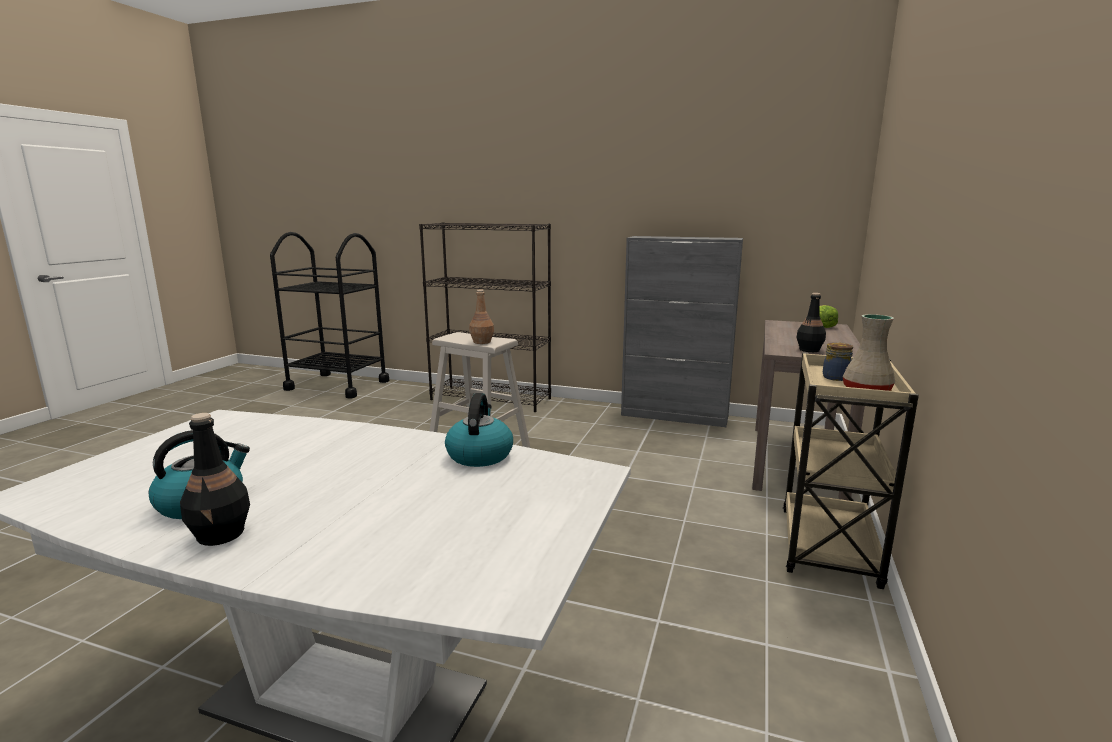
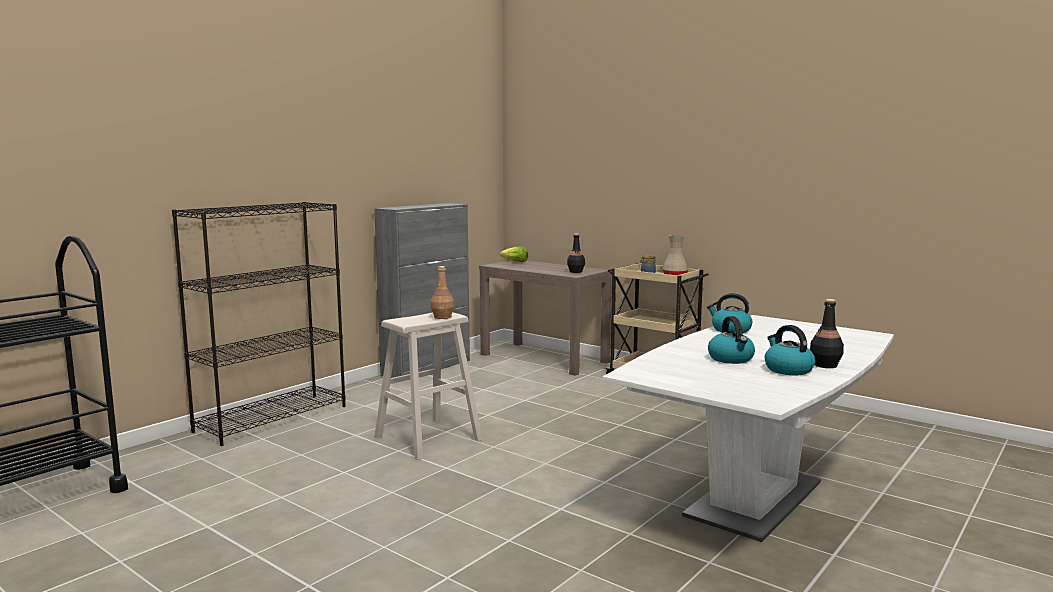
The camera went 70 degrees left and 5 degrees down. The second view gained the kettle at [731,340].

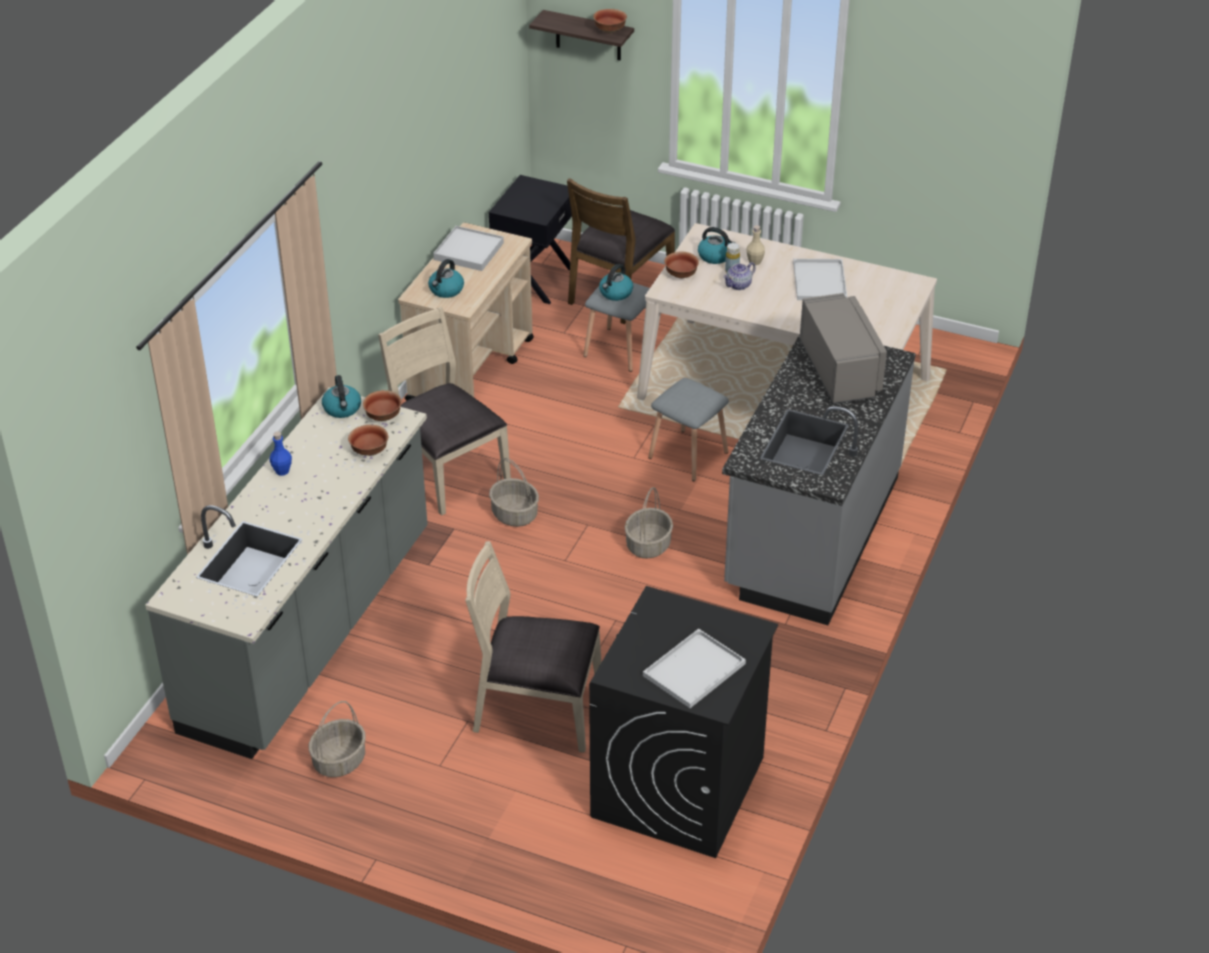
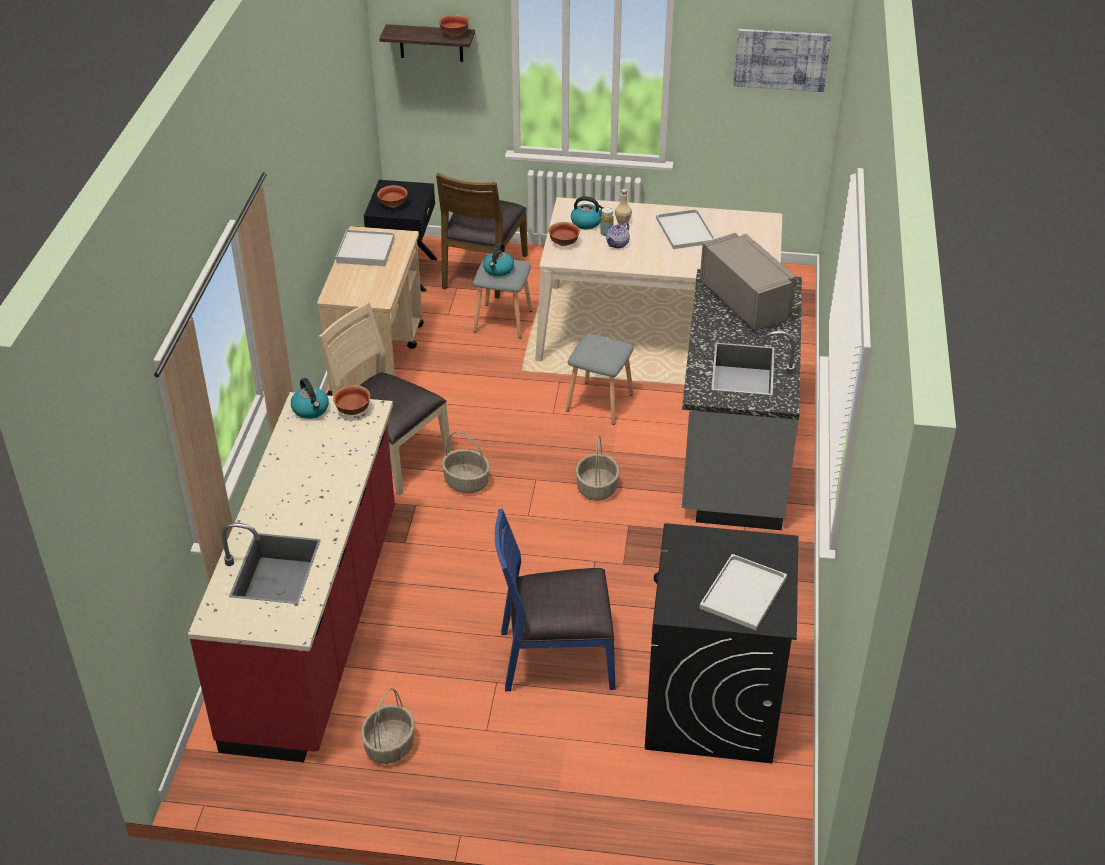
The camera went 15 degrees left and 0 degrees up. What was the counter in grey at [286,573] turned into the counter in red at [291,577]. The bowl ended up elsewhere, having gone from [368,440] to [392,196]. What was the chair in beige at [533,647] turned into the chair in blue at [555,600]. The second view gained the picture at [782,60]. The second view lost the bottle in blue at [281,454]. The second view lost the kettle at [446,278].

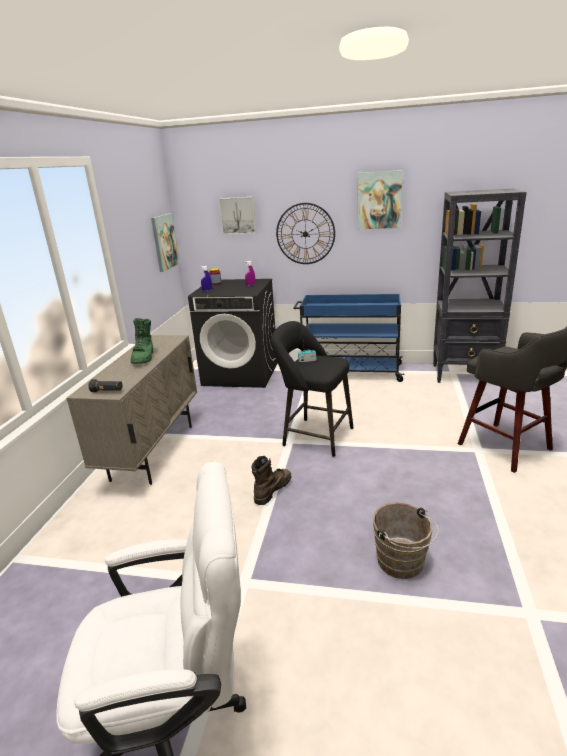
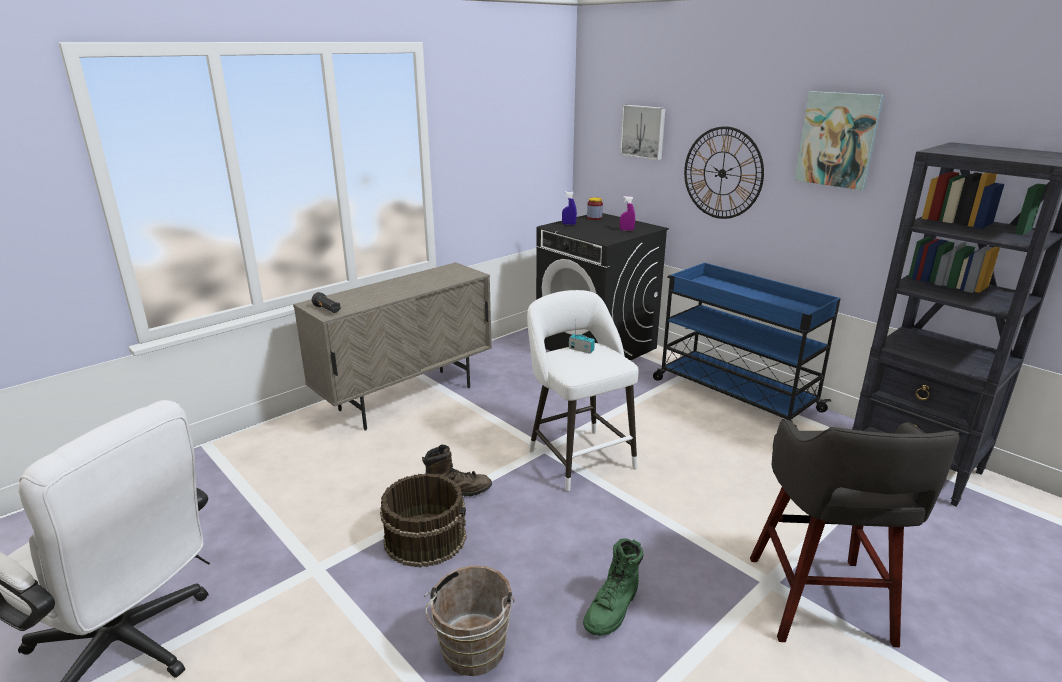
The camera went 35 degrees right and 0 degrees up. The second view gained the bucket in brown at [423,520]. What was the stool in black at [312,389] turned into the stool in white at [583,391]. The boot in green ended up elsewhere, having gone from [141,341] to [613,587]. The second view lost the picture at [165,242].

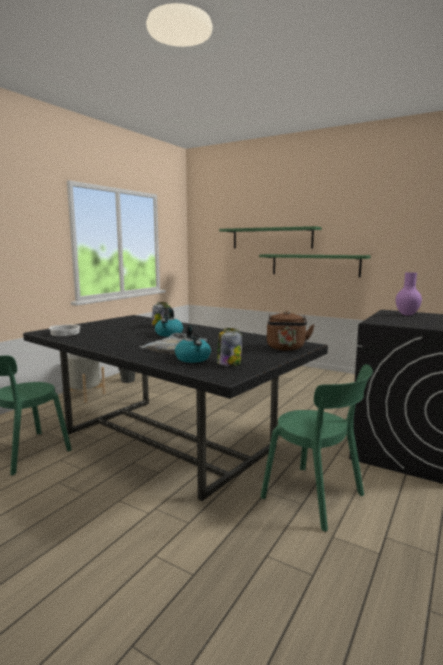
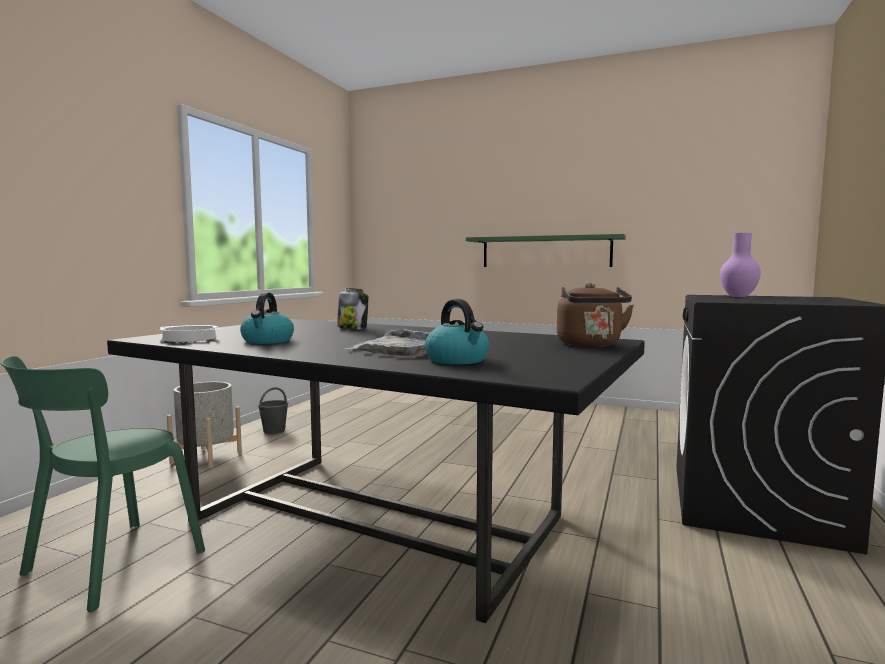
The camera went 10 degrees left and 5 degrees down. The kettle ended up elsewhere, having gone from [169,322] to [267,318]. The second view lost the jar at [229,347]. The second view lost the shelf in green at [270,237]. The second view lost the chair in green at [317,448].

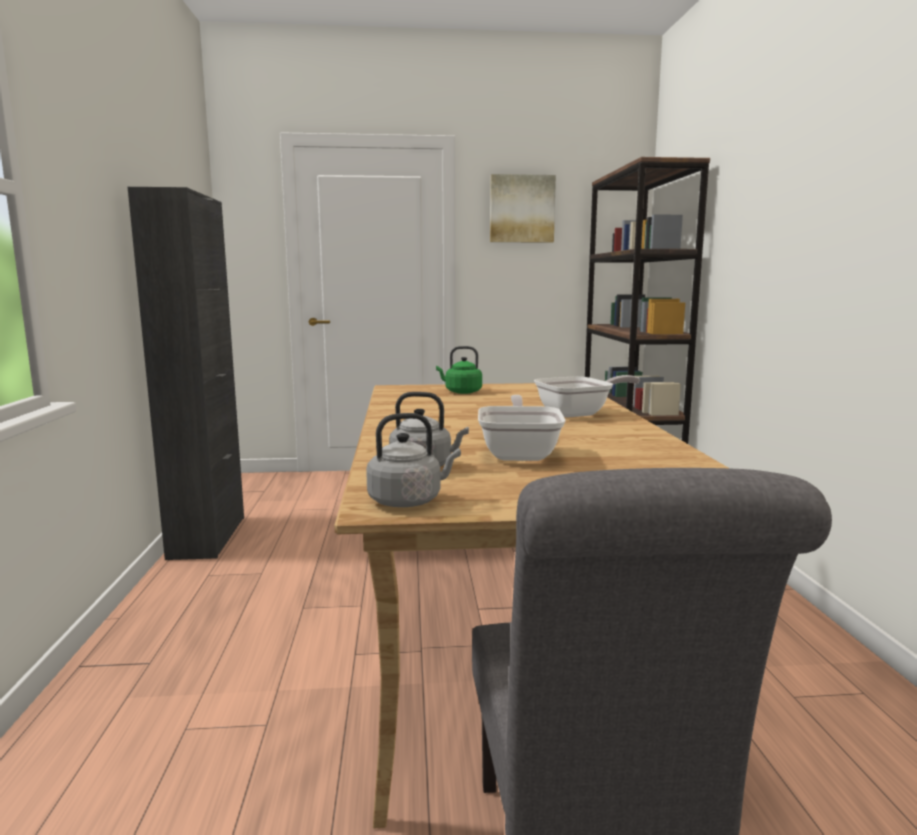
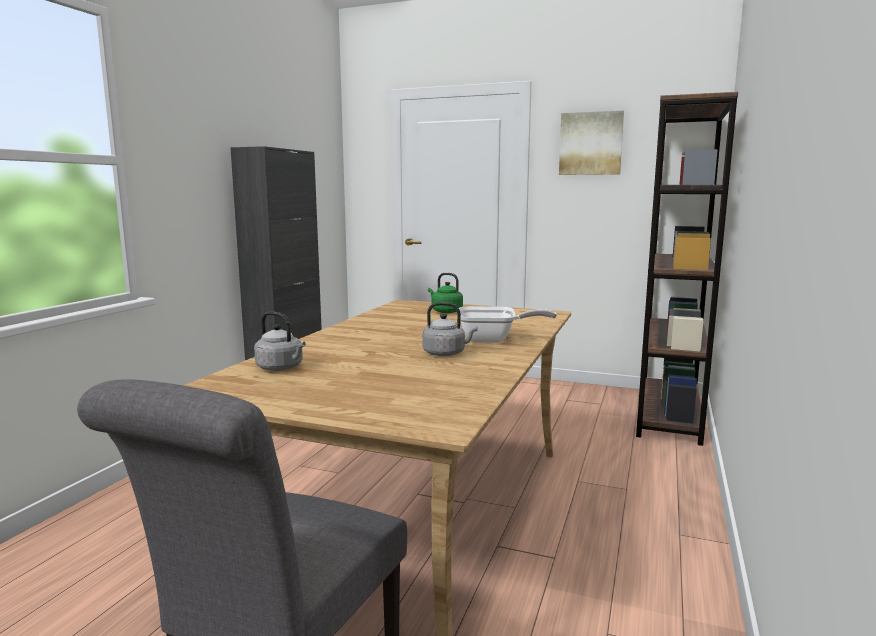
The camera went 25 degrees right and 0 degrees up. The kettle in grey ended up elsewhere, having gone from [413,460] to [449,329]. The second view lost the frying pan at [522,428].

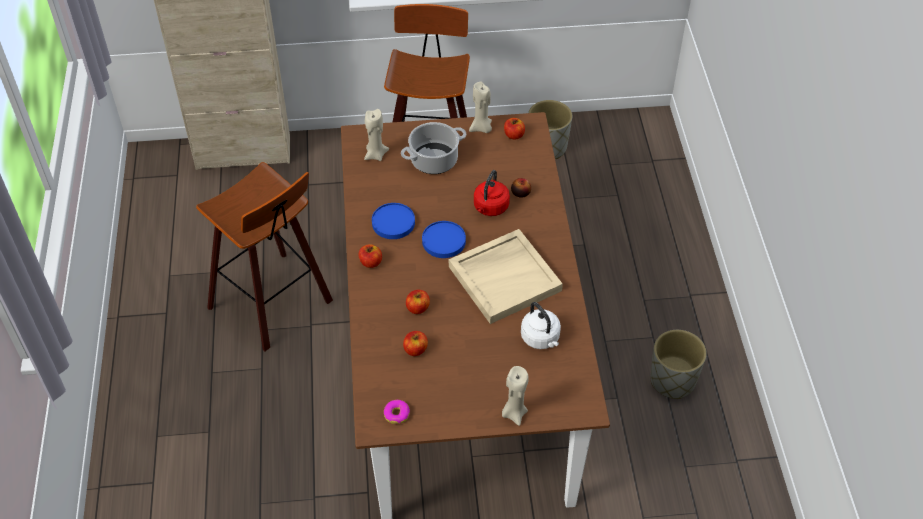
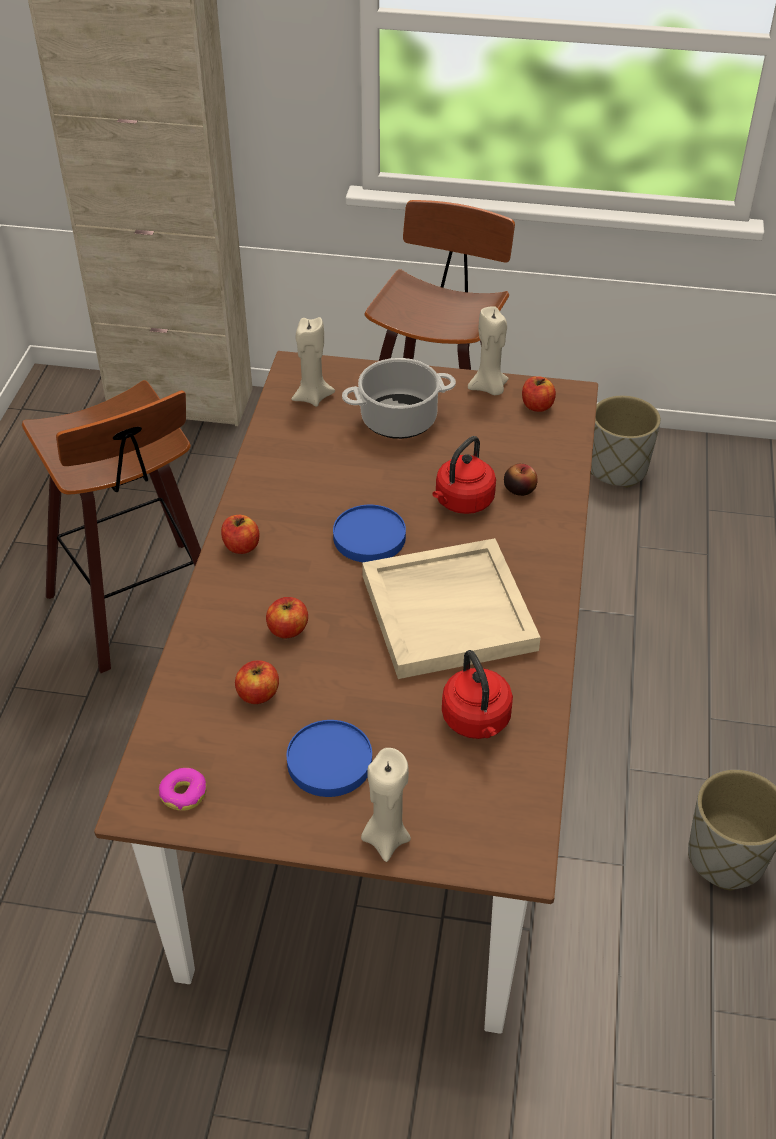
The camera went 15 degrees right and 5 degrees down. The plate in blue ended up elsewhere, having gone from [393,221] to [329,758]. What was the kettle in white at [541,325] turned into the kettle in red at [477,694].

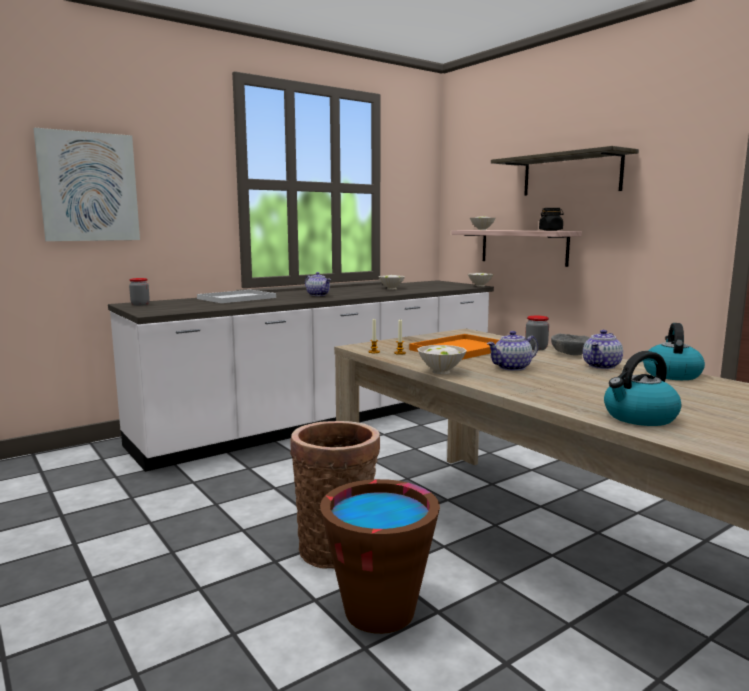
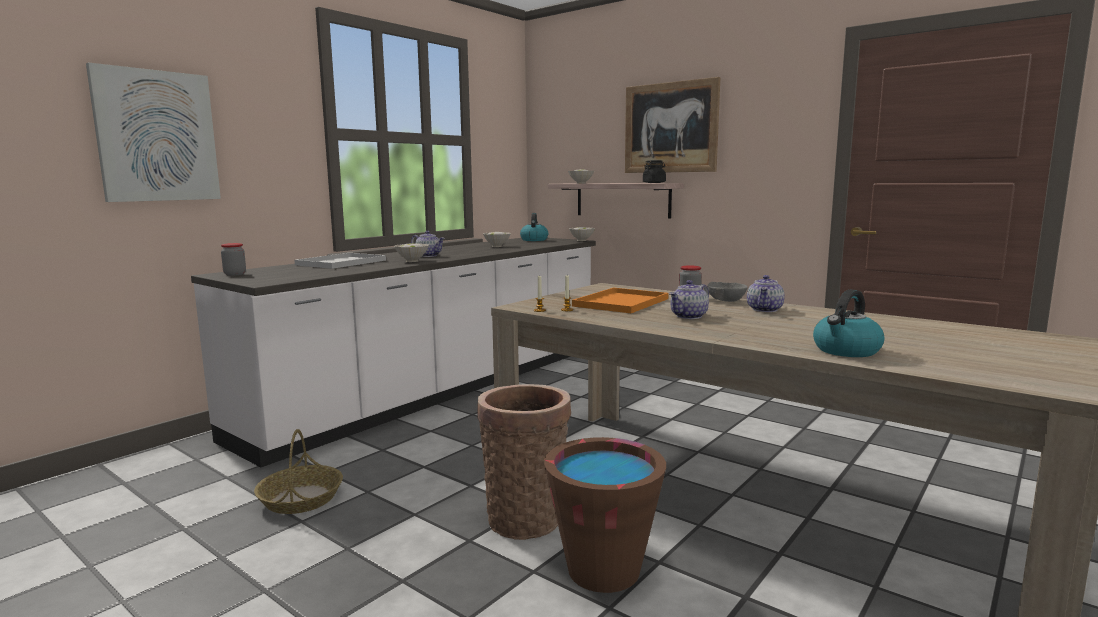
The camera went 15 degrees left and 0 degrees up. The second view gained the basket at [298,471]. The bowl in white ended up elsewhere, having gone from [442,359] to [411,252]. The kettle ended up elsewhere, having gone from [674,351] to [534,227]. Where the shelf hung at [565,171], the picture came to hang at [672,125].

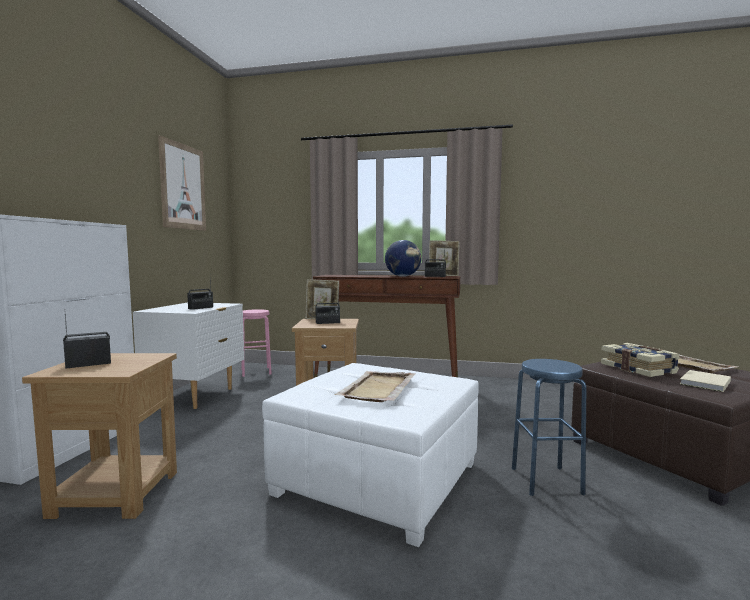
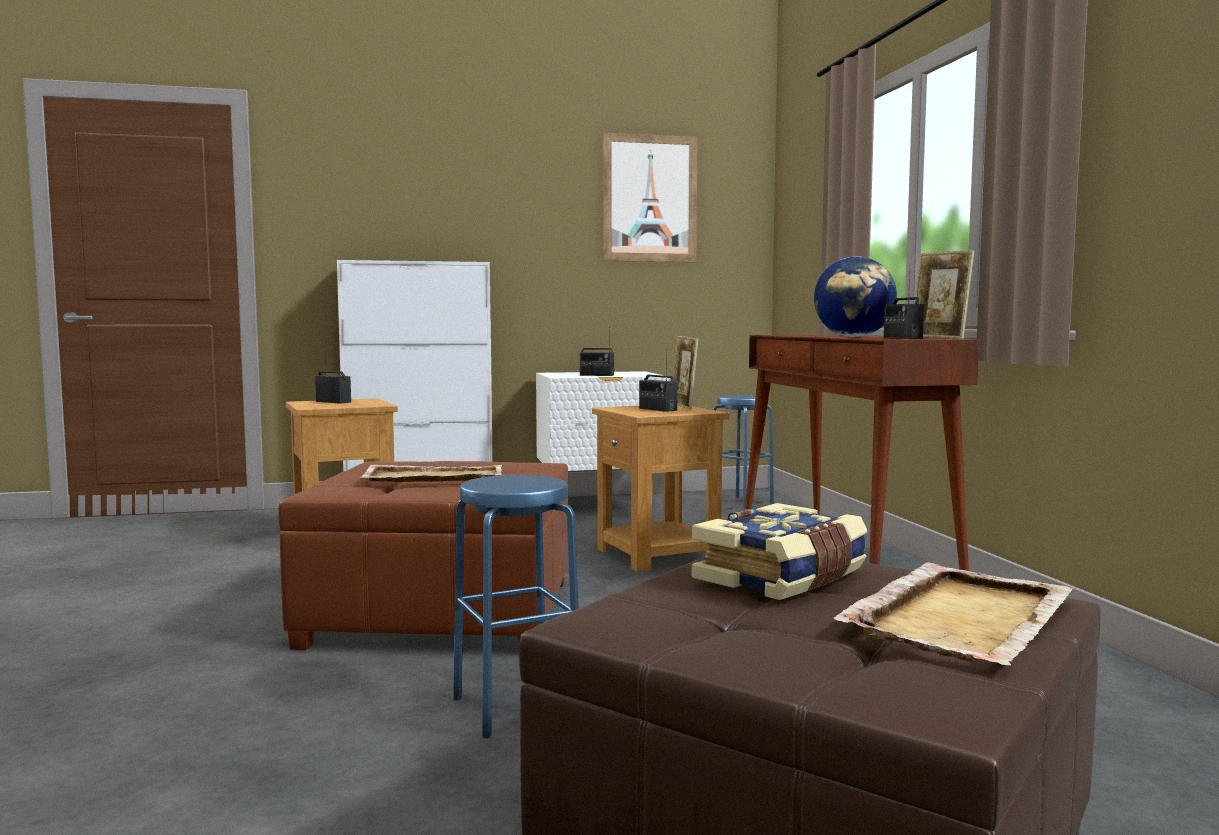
The camera went 65 degrees right and 0 degrees up. What was the ottoman in white at [370,455] turned into the ottoman in brown at [423,555]. What was the stool in pink at [257,343] turned into the stool in blue at [743,452]. The second view lost the book in beige at [705,381].

